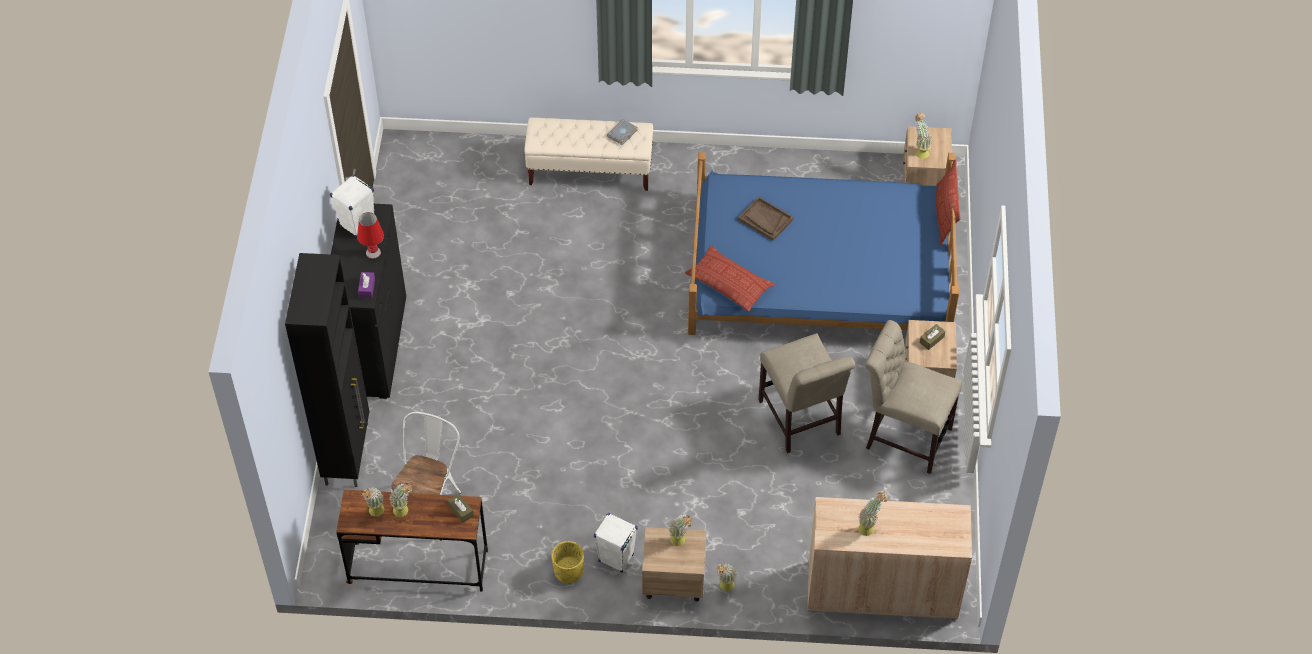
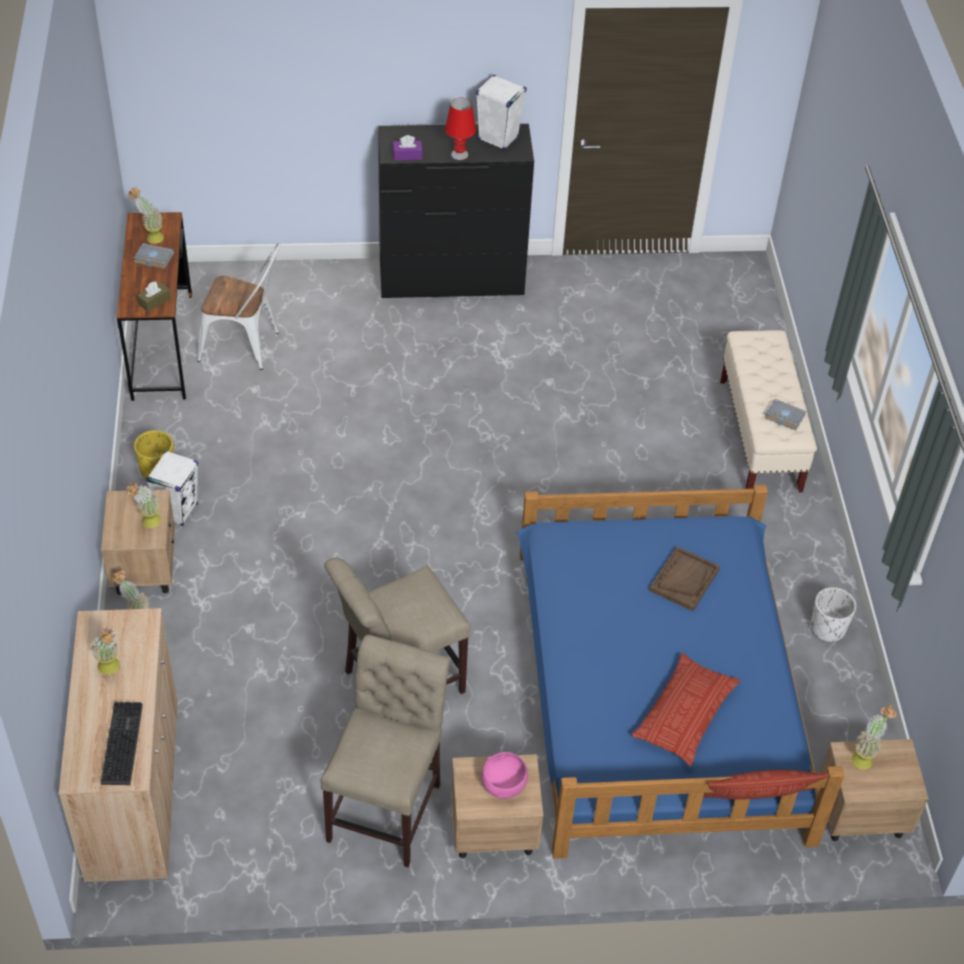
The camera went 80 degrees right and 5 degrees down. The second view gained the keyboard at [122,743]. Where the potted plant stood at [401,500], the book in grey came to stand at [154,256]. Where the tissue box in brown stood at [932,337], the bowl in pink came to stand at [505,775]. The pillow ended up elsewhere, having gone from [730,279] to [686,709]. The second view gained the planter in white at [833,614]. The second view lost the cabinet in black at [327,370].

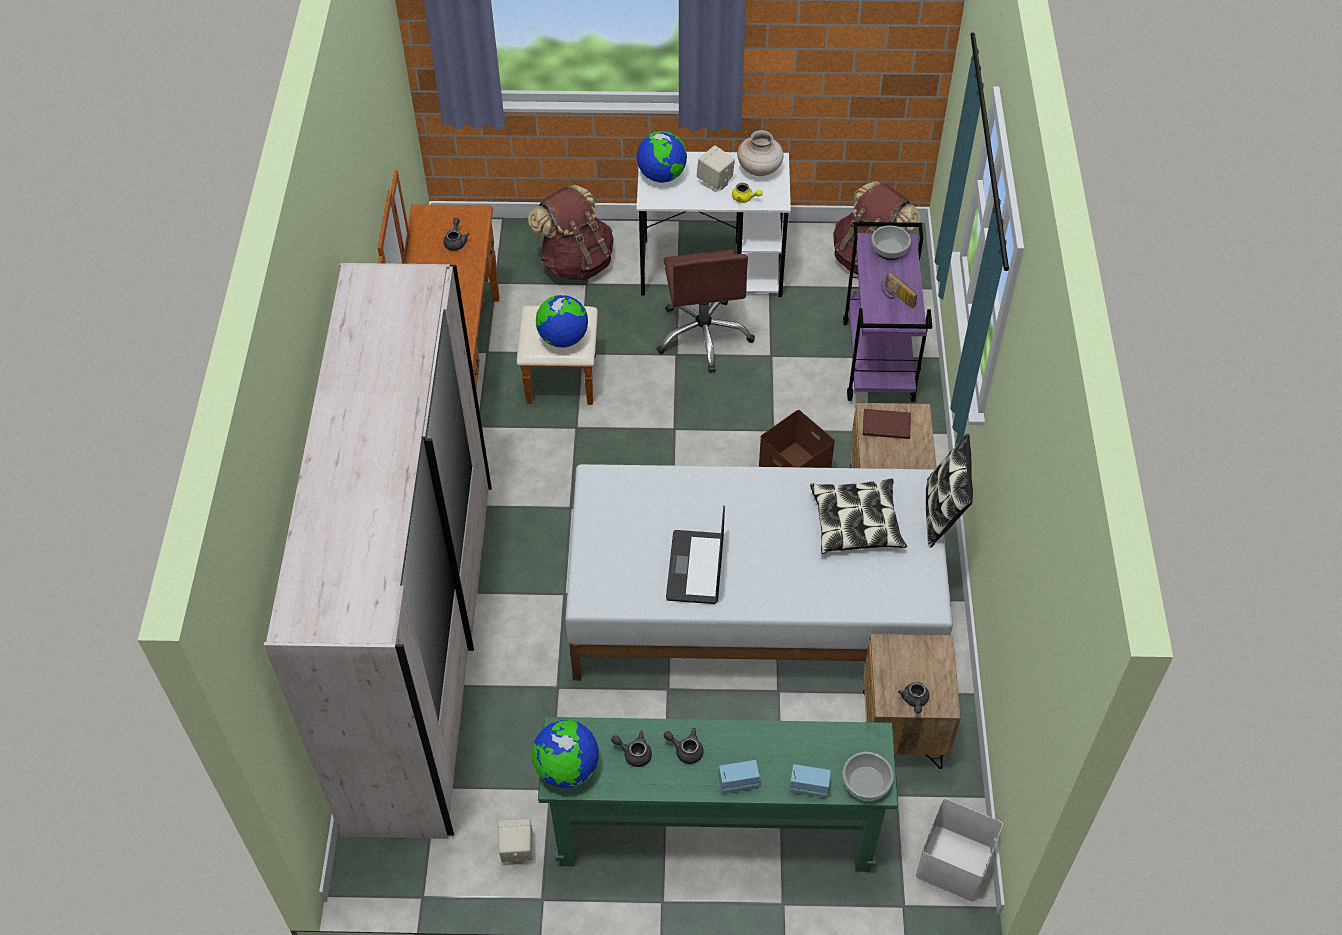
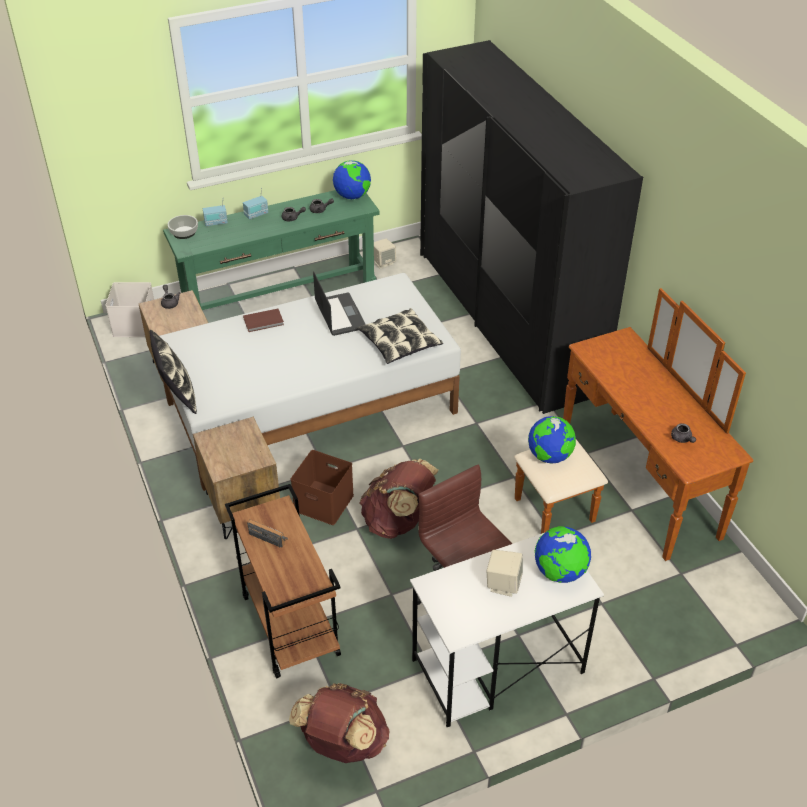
The camera went 155 degrees right and 10 degrees down. What was the cart in purple at [887,312] turned into the cart in brown at [283,581]. The book in brown ended up elsewhere, having gone from [886,424] to [263,320]. The pillow ended up elsewhere, having gone from [858,516] to [400,336]. The backpack in brown ended up elsewhere, having gone from [571,233] to [399,499]. What was the wardrobe in white at [378,551] turned into the wardrobe in black at [531,227]. The second view lost the teapot in yellow at [747,193]. The second view lost the vase in beige at [760,153]. The second view lost the bowl at [891,242].

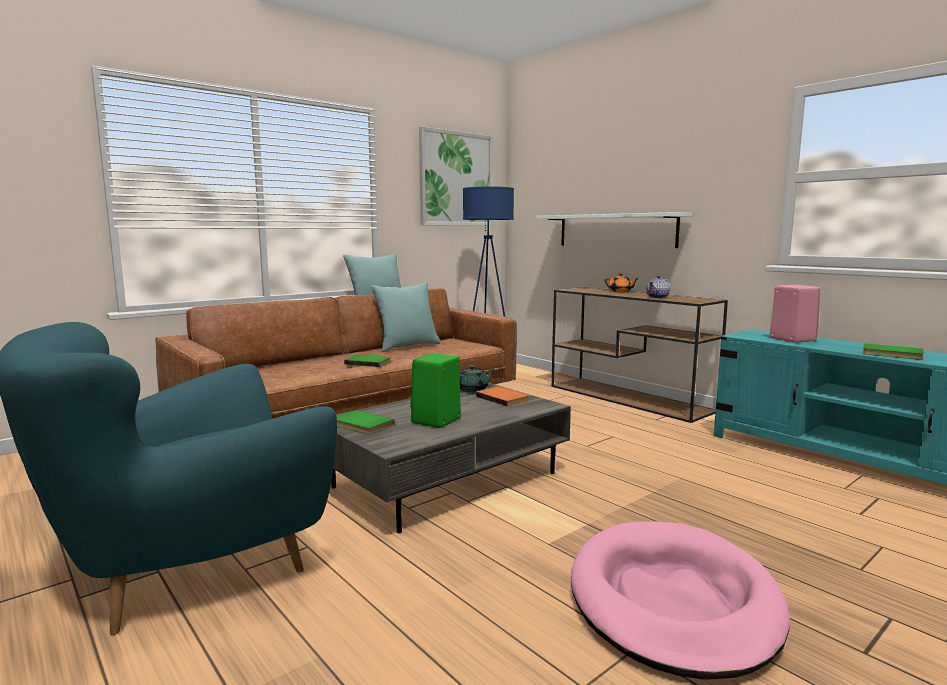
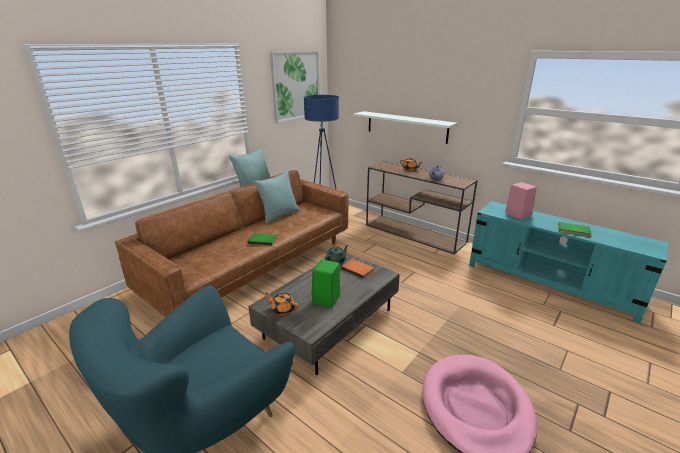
The camera went 10 degrees left and 15 degrees up. Where the book in green stood at [366,422], the teapot in orange came to stand at [281,304].

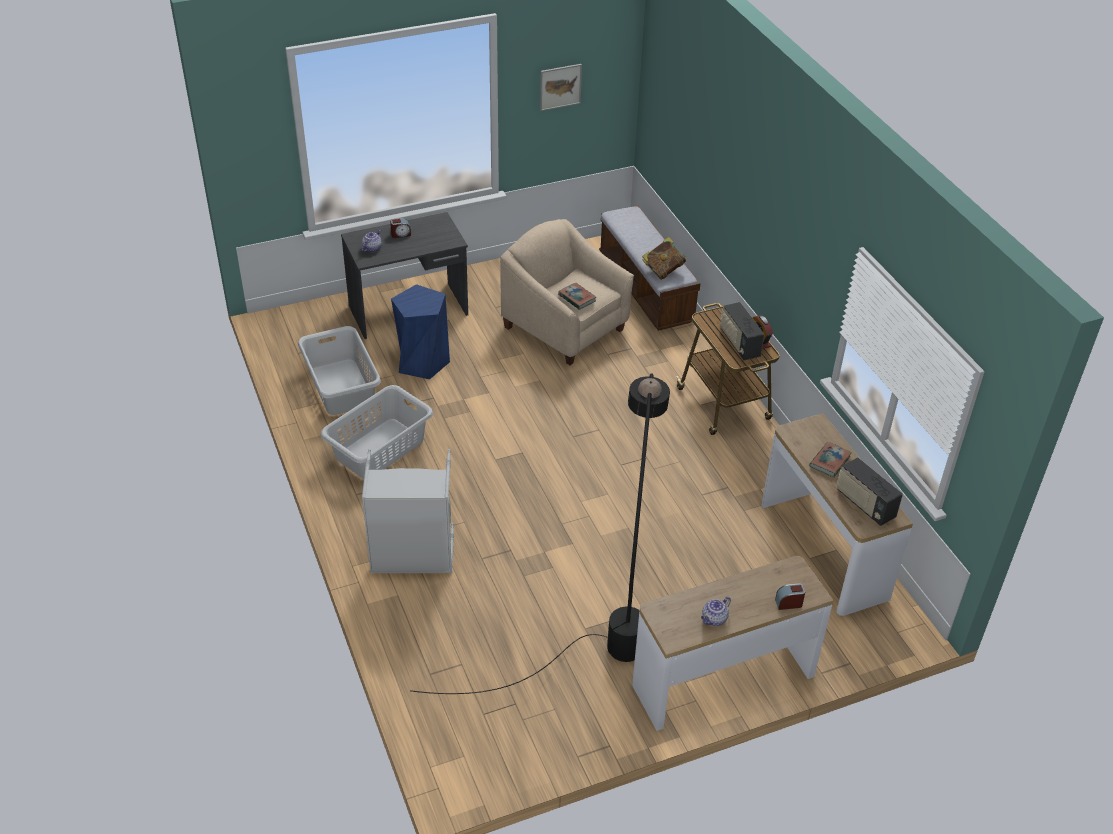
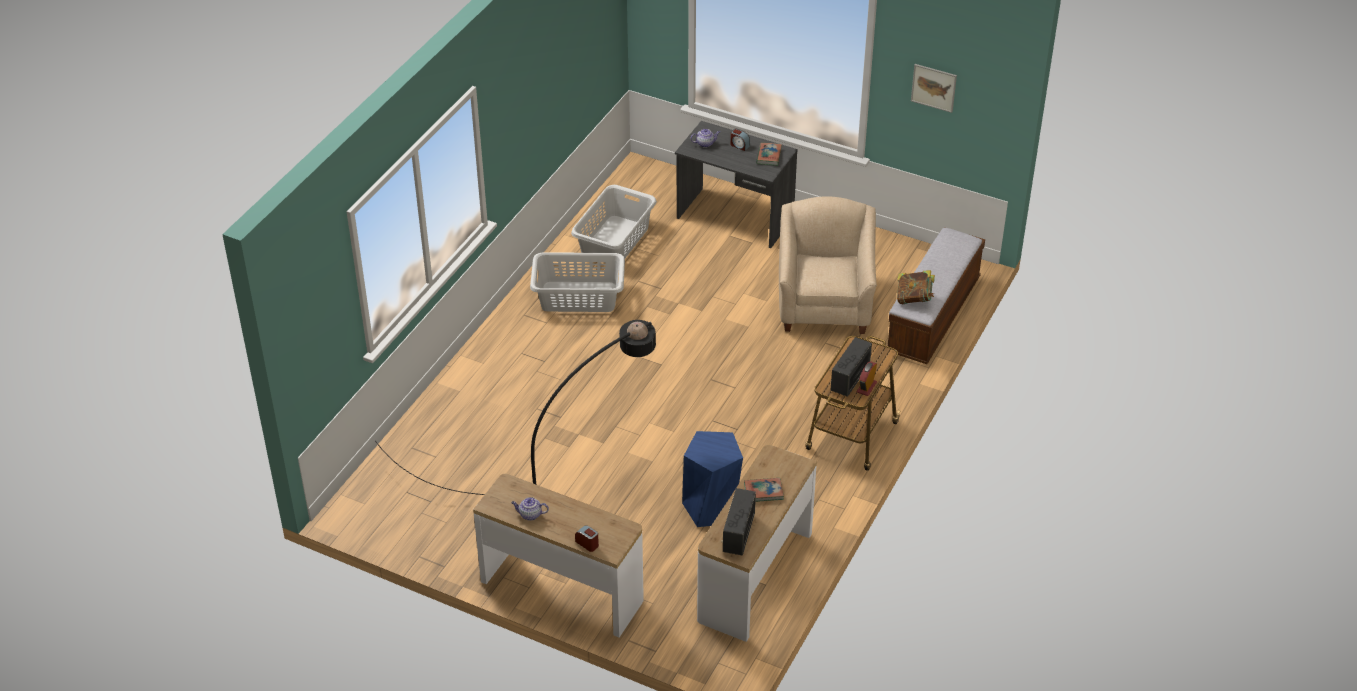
The camera went 50 degrees right and 0 degrees up. The stool in blue ended up elsewhere, having gone from [420,331] to [712,479]. The book ended up elsewhere, having gone from [577,296] to [769,154]. The second view lost the laundry basket in grey at [408,511].

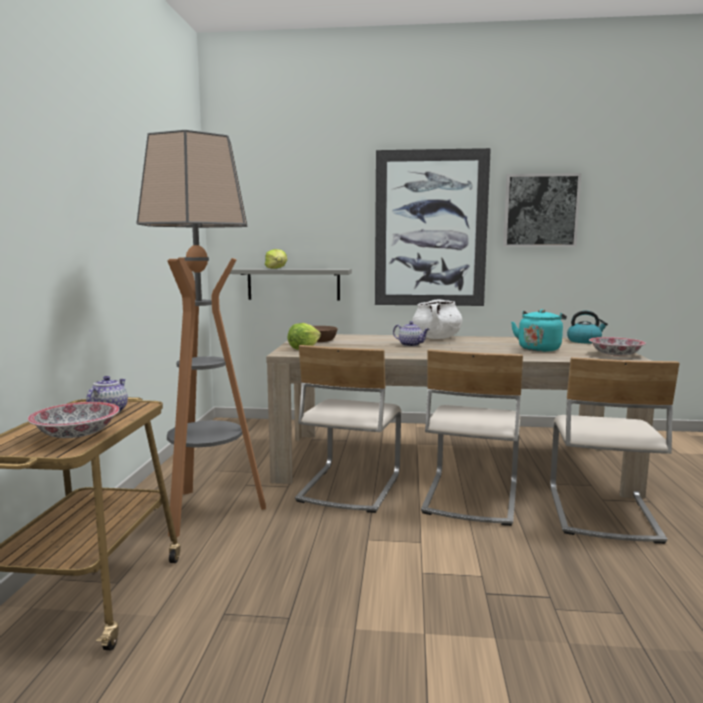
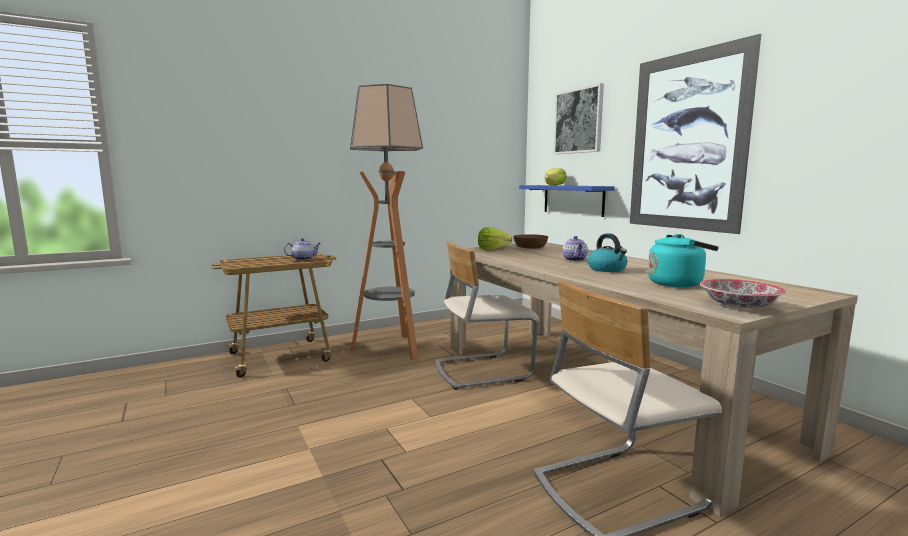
The camera went 55 degrees right and 0 degrees up. What was the shelf in grey at [291,284] turned into the shelf in blue at [567,201]. The picture ended up elsewhere, having gone from [542,210] to [579,118]. The kettle ended up elsewhere, having gone from [587,327] to [608,252]. The second view lost the bowl at [74,420]. The second view lost the cooking pot in white at [437,319]. The second view lost the chair in beige at [472,437].

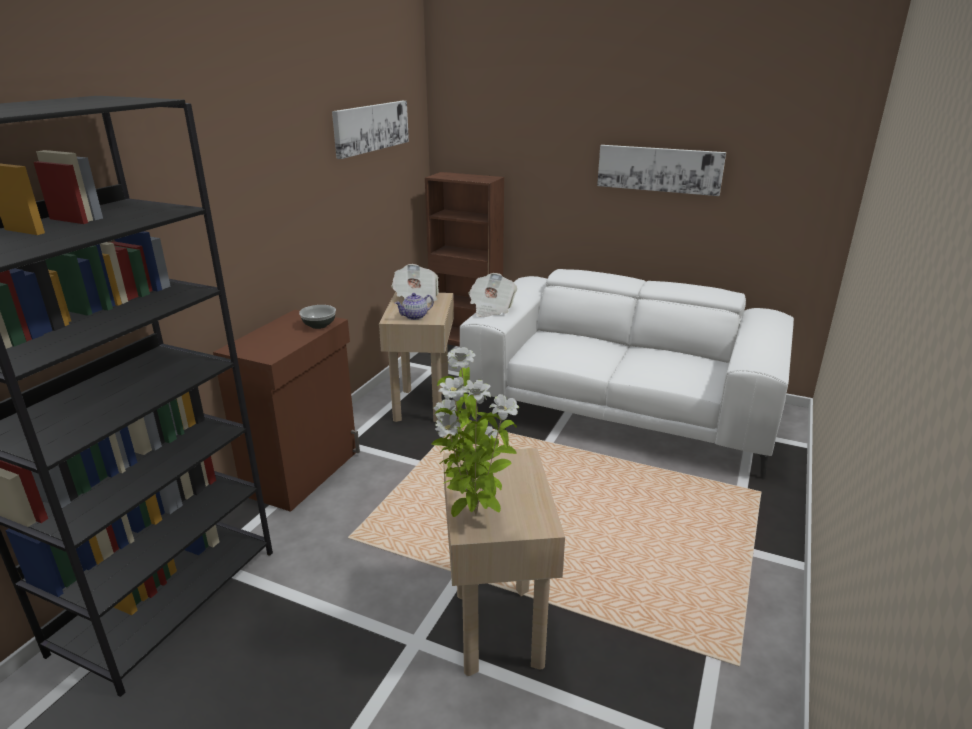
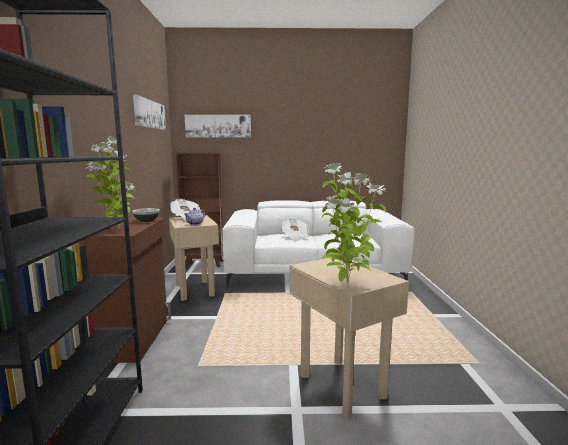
The camera went 25 degrees left and 15 degrees down. The second view gained the potted plant at [110,182]. The picture ended up elsewhere, having gone from [661,170] to [218,126]. The newspaper ended up elsewhere, having gone from [492,295] to [295,229].

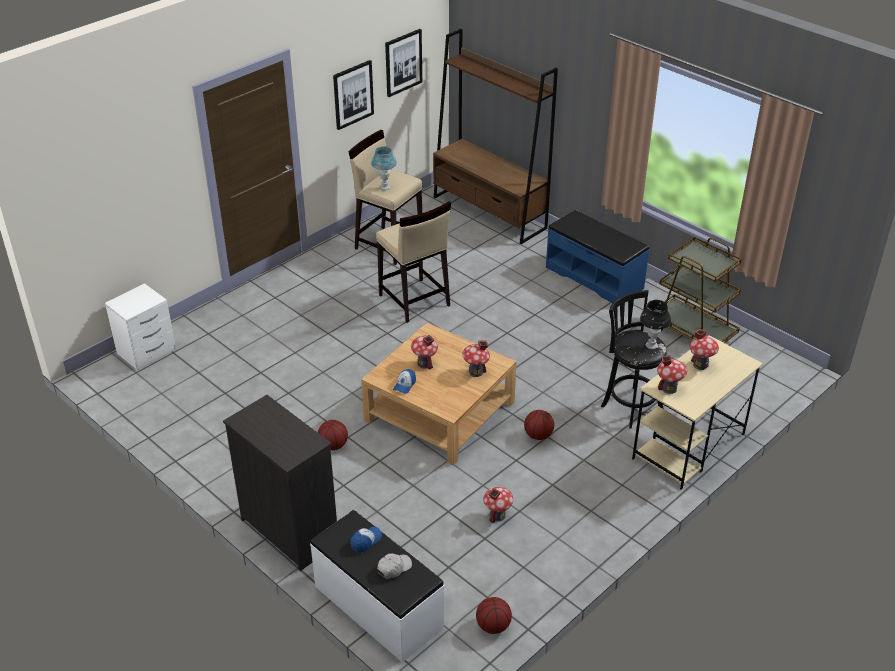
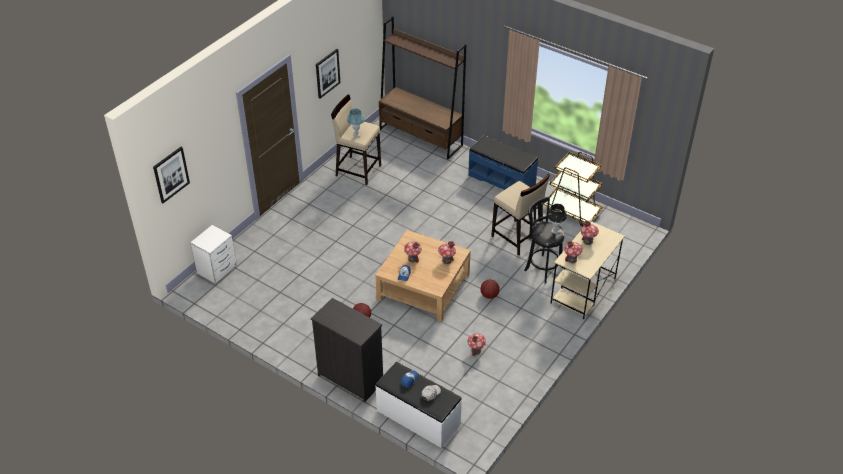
The camera went 10 degrees left and 5 degrees up. The picture ended up elsewhere, having gone from [403,63] to [171,175]. The stool in beige ended up elsewhere, having gone from [413,262] to [520,215]. The second view lost the basketball at [494,615].

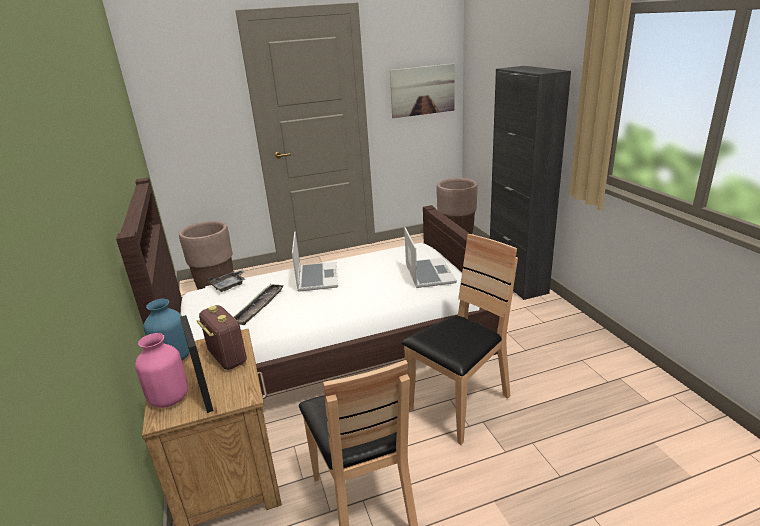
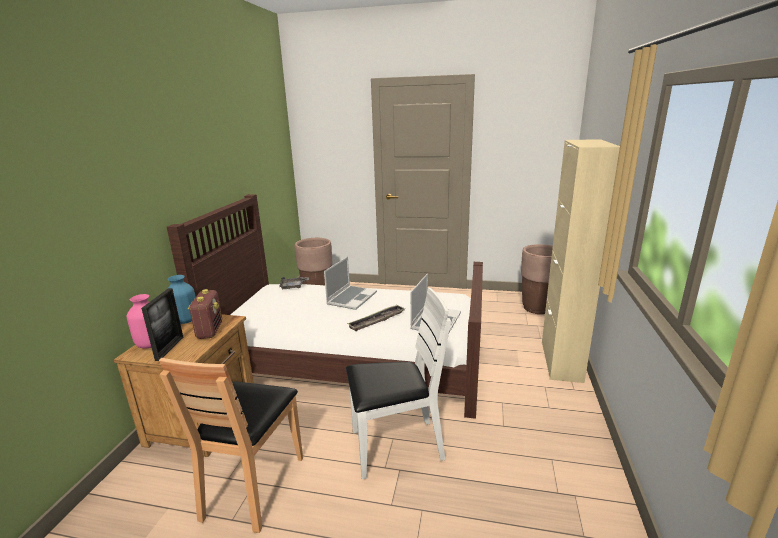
The camera went 30 degrees right and 5 degrees down. What was the chair in brown at [460,339] turned into the chair in white at [398,383]. The tray ended up elsewhere, having gone from [258,304] to [376,318]. What was the cabinet in black at [530,183] turned into the cabinet in beige at [581,261]. The second view lost the picture at [422,91].

